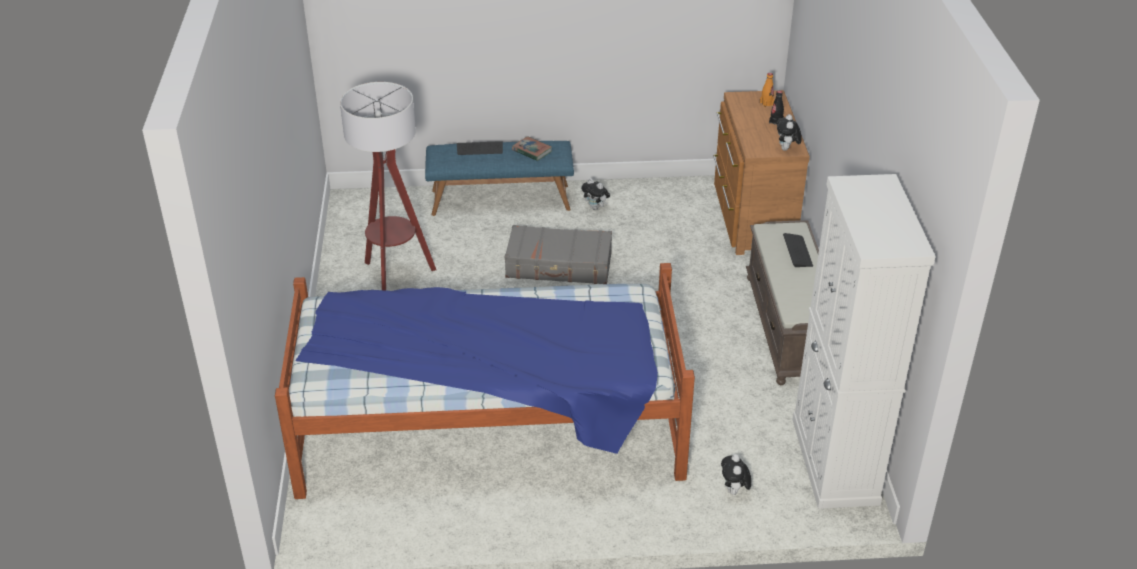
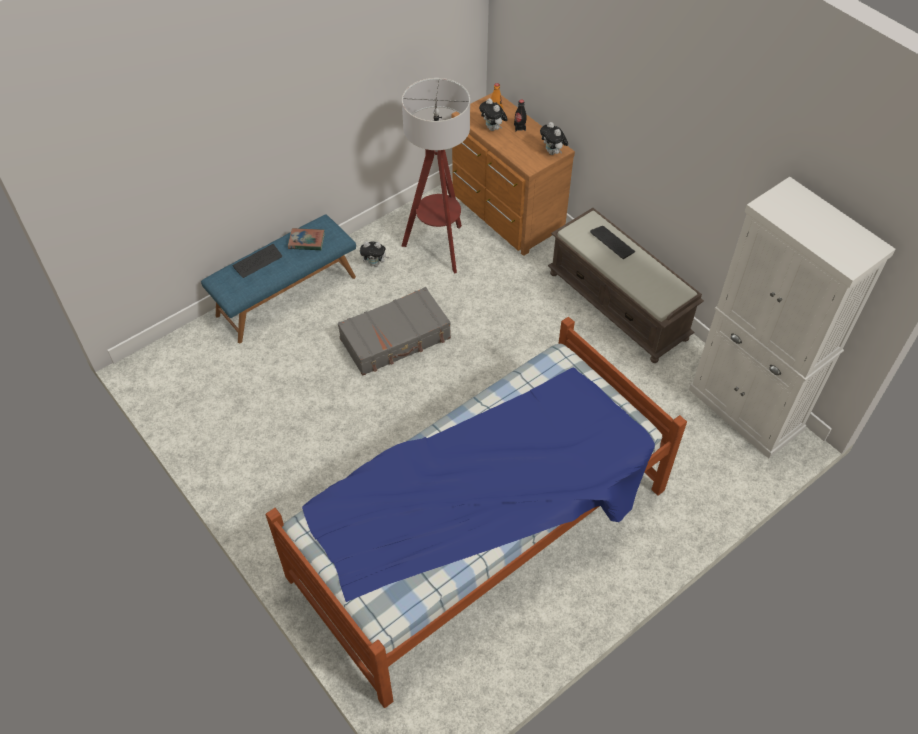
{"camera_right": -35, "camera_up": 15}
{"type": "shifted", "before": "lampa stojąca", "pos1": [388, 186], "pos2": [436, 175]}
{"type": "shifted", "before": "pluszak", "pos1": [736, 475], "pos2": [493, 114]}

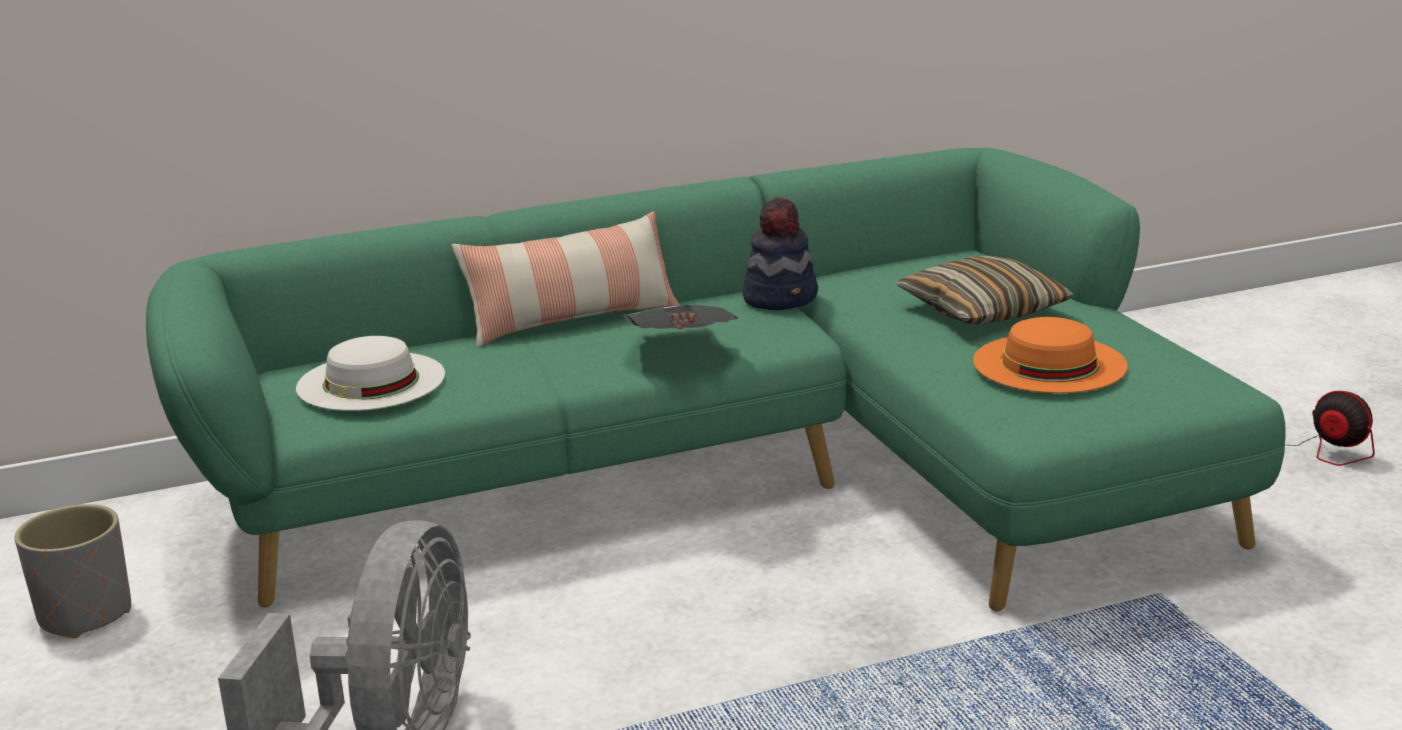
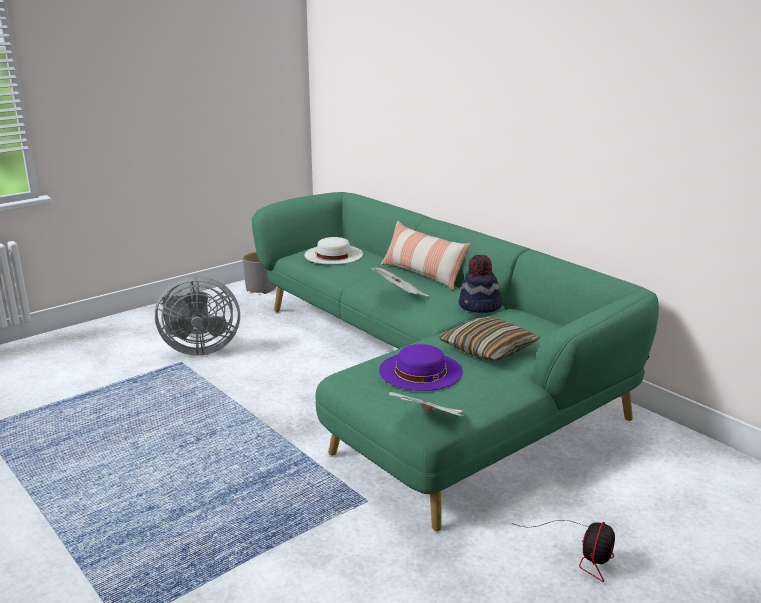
{"camera_right": 70, "camera_up": 0}
{"type": "new", "after": "gazeta", "pos2": [426, 404]}
{"type": "repainted", "before": "kapelusz (pomarańczowy)", "after": "kapelusz (fioletowy)", "pos1": [1050, 355], "pos2": [421, 367]}

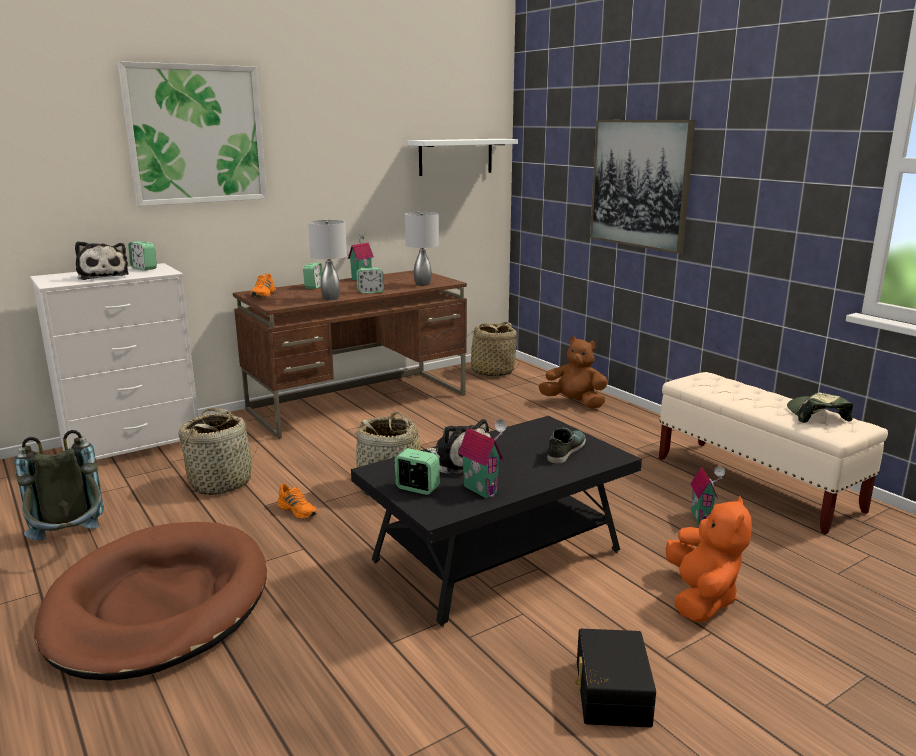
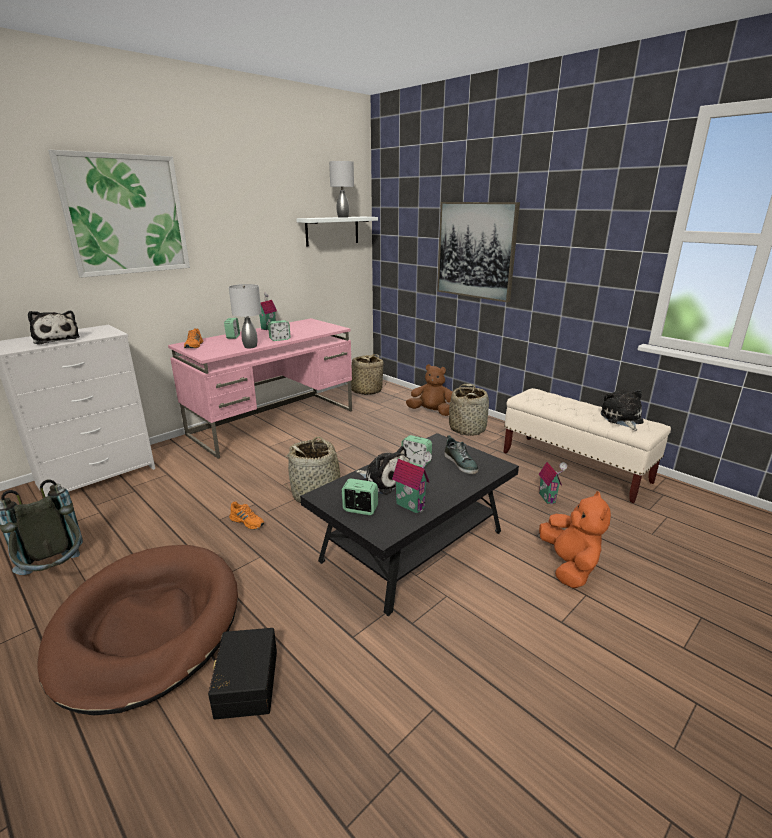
{"camera_right": -10, "camera_up": 5}
{"type": "shifted", "before": "budzik", "pos1": [142, 256], "pos2": [416, 451]}
{"type": "shifted", "before": "koszyk", "pos1": [218, 451], "pos2": [469, 410]}
{"type": "shifted", "before": "lampa stołowa (szary)", "pos1": [422, 249], "pos2": [341, 189]}
{"type": "shifted", "before": "pojemnik do przechowywania (czarny)", "pos1": [615, 678], "pos2": [242, 673]}
{"type": "swapped", "before": "czapka z daszkiem", "after": "pluszak", "pos1": [820, 408], "pos2": [622, 410]}
{"type": "repainted", "before": "biurko (brązowy)", "after": "biurko (różowy)", "pos1": [350, 354], "pos2": [260, 388]}
{"type": "rotated", "before": "but", "pos1": [566, 446], "pos2": [461, 454], "turn": 135}

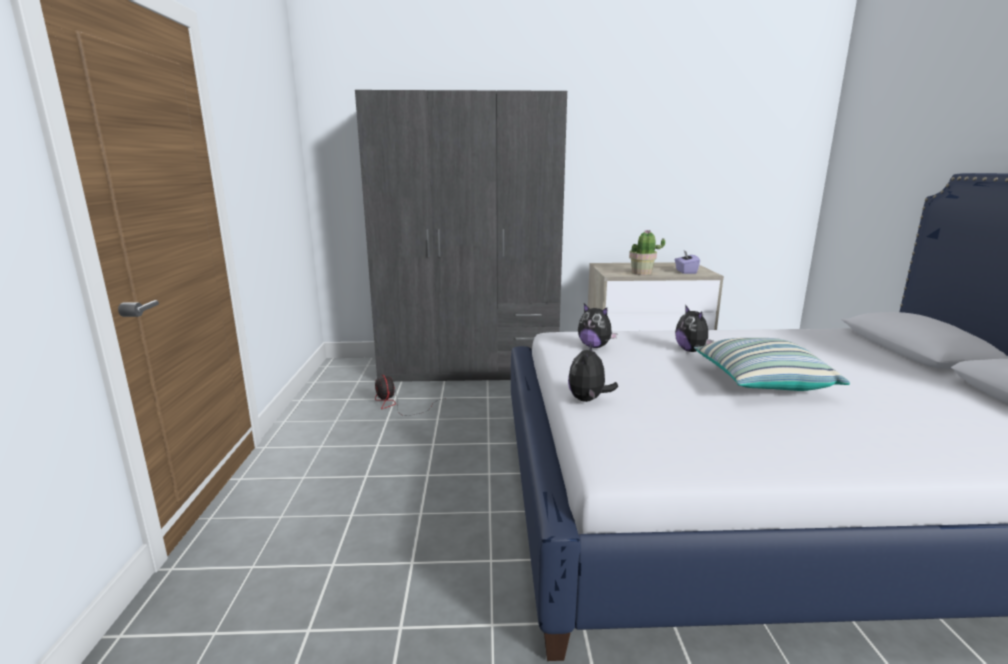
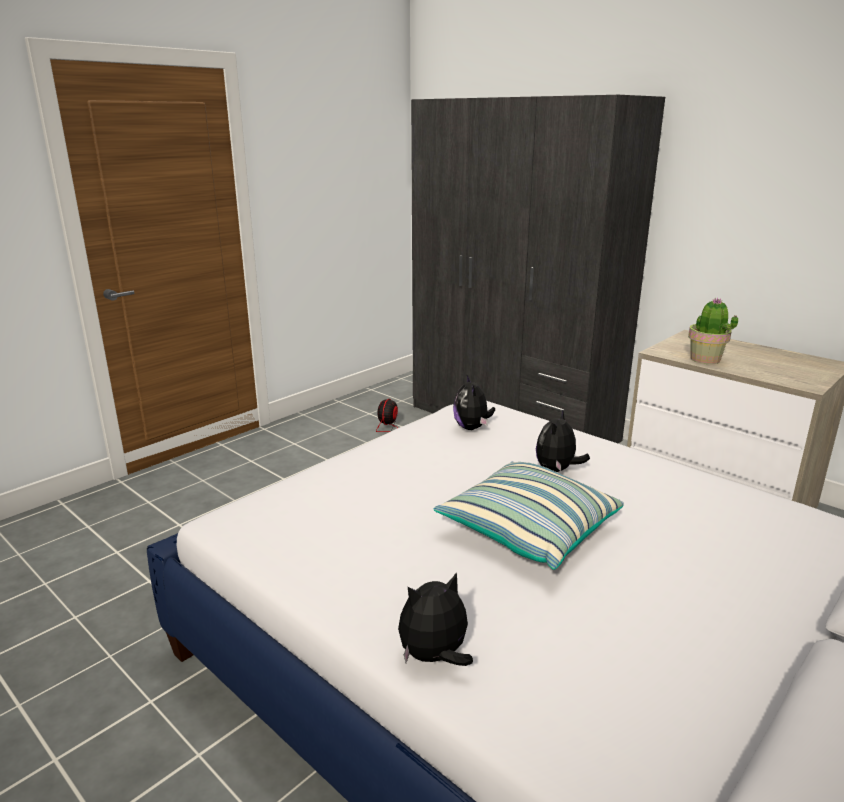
{"camera_right": 45, "camera_up": 5}
{"type": "gone", "before": "pudełko chusteczek (fioletowy)", "pos1": [687, 262]}
{"type": "shifted", "before": "pluszak", "pos1": [593, 372], "pos2": [435, 619]}

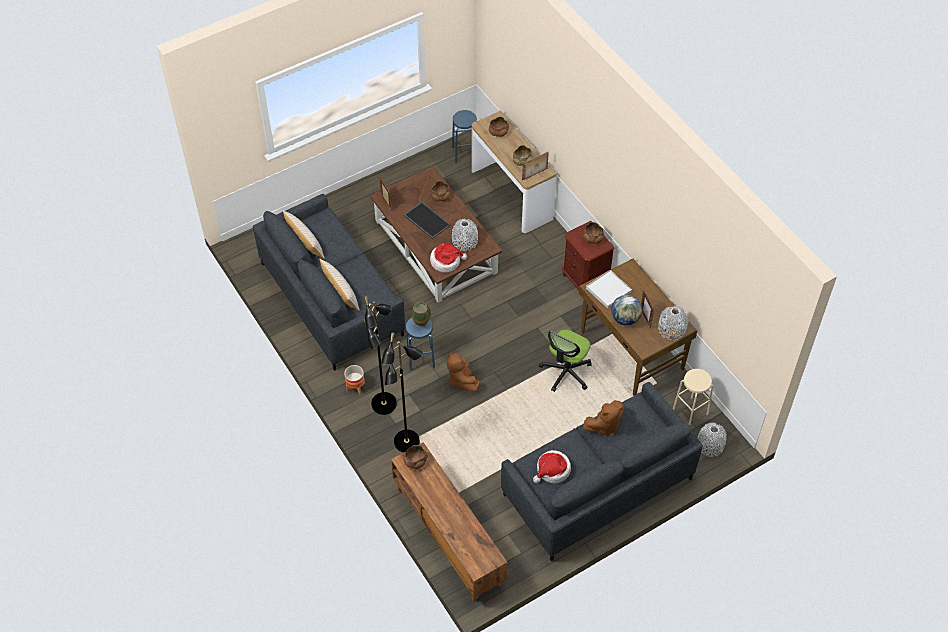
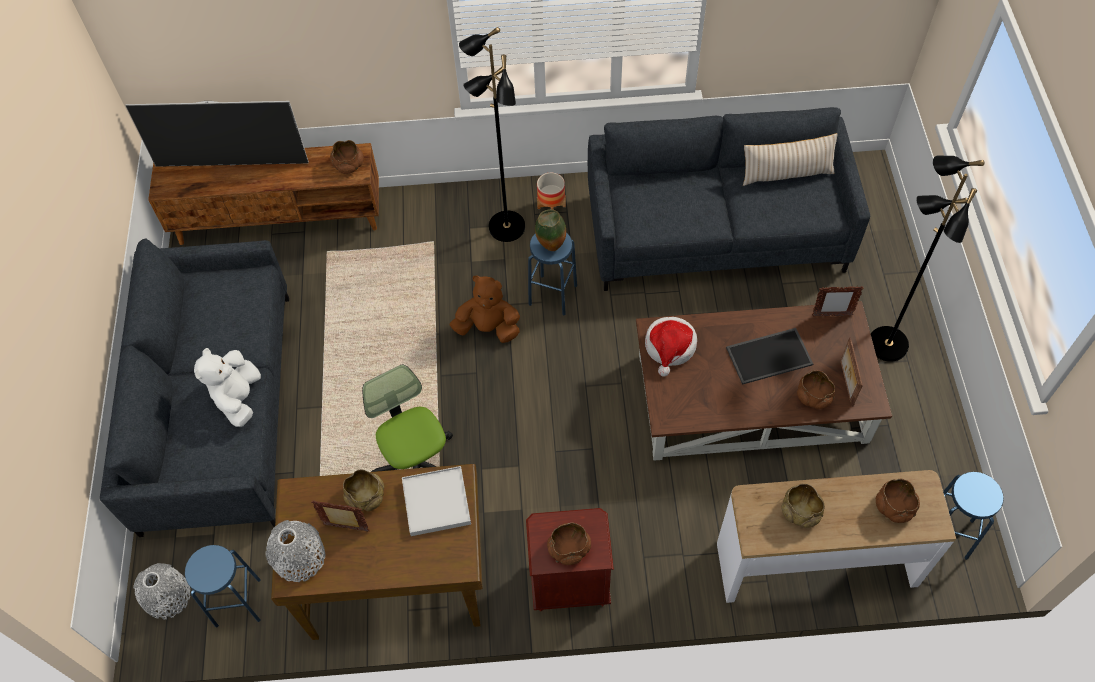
{"camera_right": 120, "camera_up": 5}
{"type": "gone", "before": "poduszka (beżowy)", "pos1": [339, 285]}
{"type": "gone", "before": "wazon (szary)", "pos1": [465, 234]}
{"type": "gone", "before": "kapelusz", "pos1": [552, 466]}
{"type": "new", "after": "telewizor", "pos2": [217, 134]}
{"type": "shifted", "before": "lampa stojąca (czarny)", "pos1": [402, 393], "pos2": [927, 259]}
{"type": "shifted", "before": "ramka na zdjęcie", "pos1": [535, 166], "pos2": [851, 372]}
{"type": "swapped", "before": "globus", "after": "miska (beżowy)", "pos1": [626, 310], "pos2": [363, 490]}
{"type": "repainted", "before": "pluszak (brązowy)", "after": "pluszak (biały)", "pos1": [603, 418], "pos2": [227, 387]}
{"type": "repainted", "before": "stołek (beżowy)", "after": "stołek (niebieski)", "pos1": [693, 397], "pos2": [223, 586]}

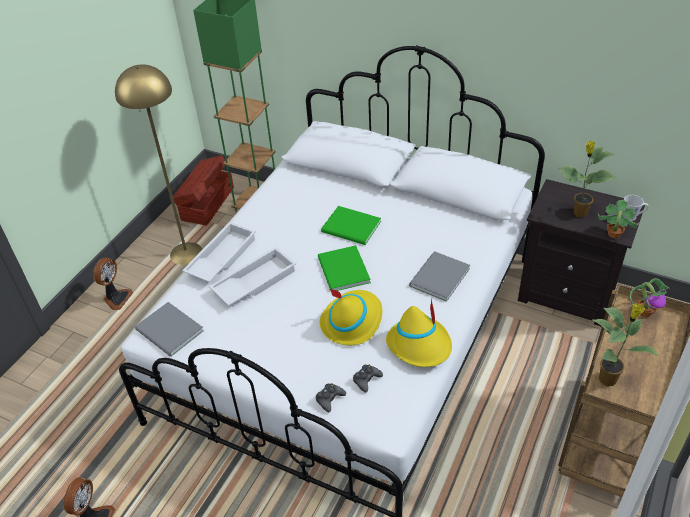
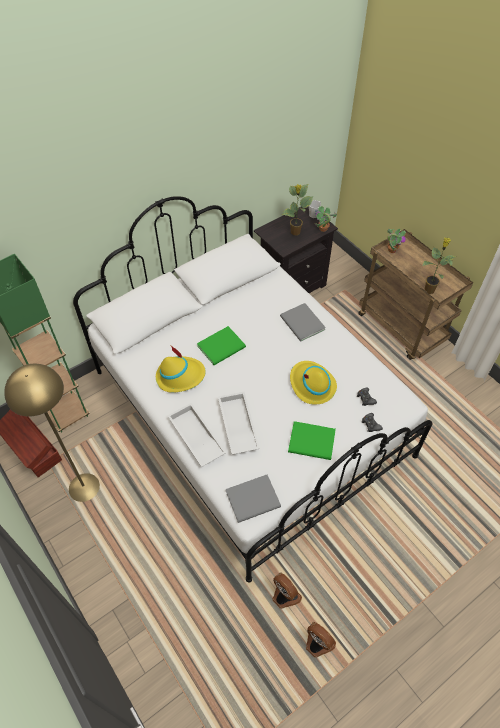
{"camera_right": -65, "camera_up": 10}
{"type": "shifted", "before": "wentylator", "pos1": [113, 284], "pos2": [287, 590]}
{"type": "shifted", "before": "książka (zielony)", "pos1": [344, 268], "pos2": [312, 440]}
{"type": "shifted", "before": "kapelusz (żółty)", "pos1": [419, 333], "pos2": [181, 369]}

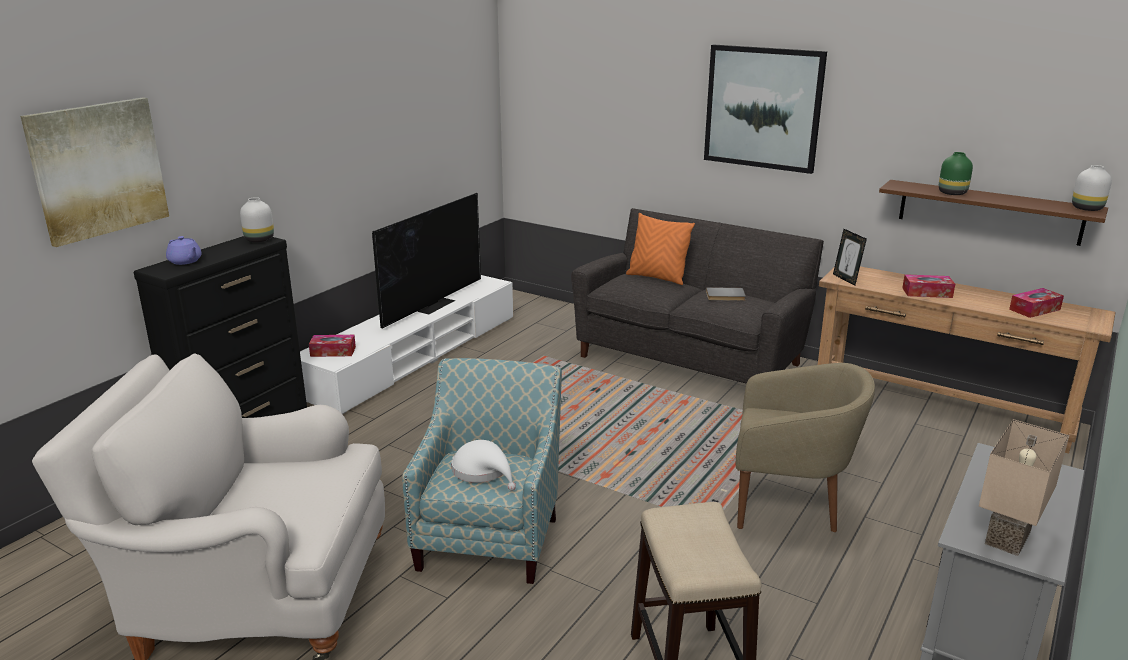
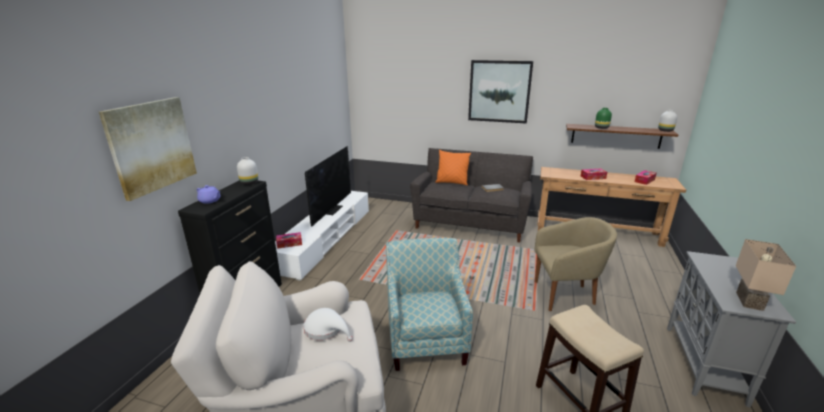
{"camera_right": -15, "camera_up": 0}
{"type": "gone", "before": "ramka na zdjęcie", "pos1": [850, 257]}
{"type": "shifted", "before": "kapelusz (biały)", "pos1": [484, 465], "pos2": [328, 325]}

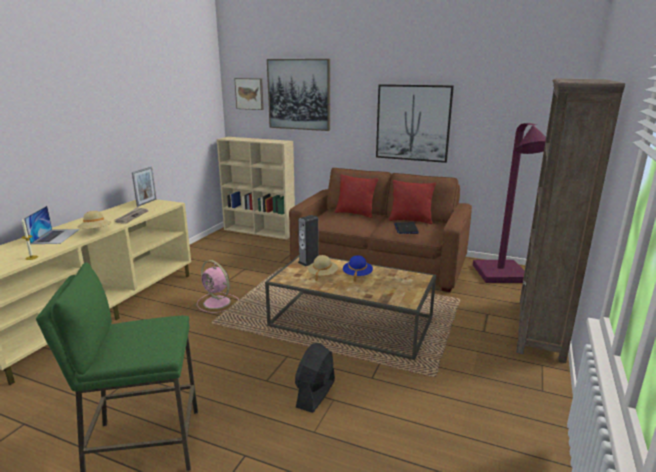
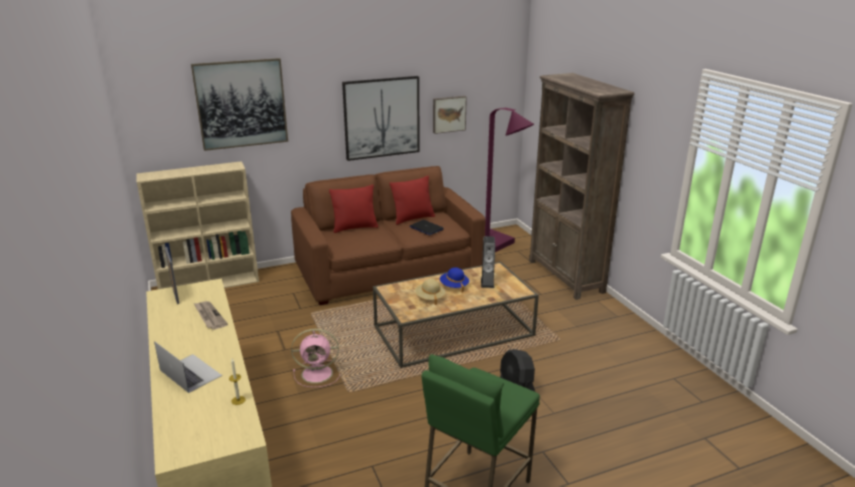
{"camera_right": -45, "camera_up": 5}
{"type": "gone", "before": "kapelusz (beżowy)", "pos1": [94, 220]}
{"type": "shifted", "before": "obraz", "pos1": [249, 94], "pos2": [450, 115]}
{"type": "shifted", "before": "głośnik", "pos1": [308, 240], "pos2": [488, 262]}

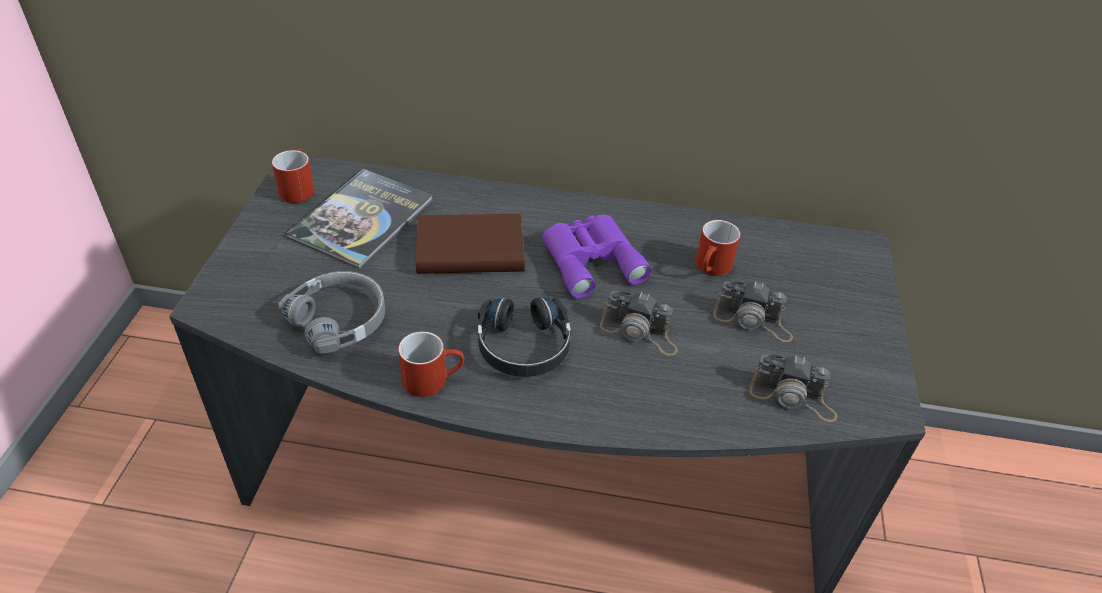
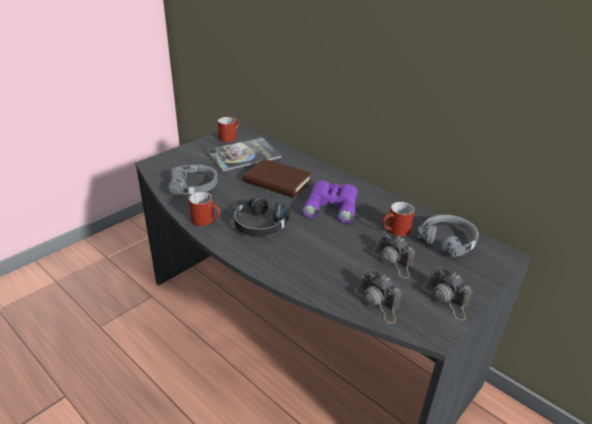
{"camera_right": 35, "camera_up": -10}
{"type": "new", "after": "słuchawki (szary)", "pos2": [448, 235]}
{"type": "shifted", "before": "aparat fotograficzny", "pos1": [639, 323], "pos2": [448, 294]}

